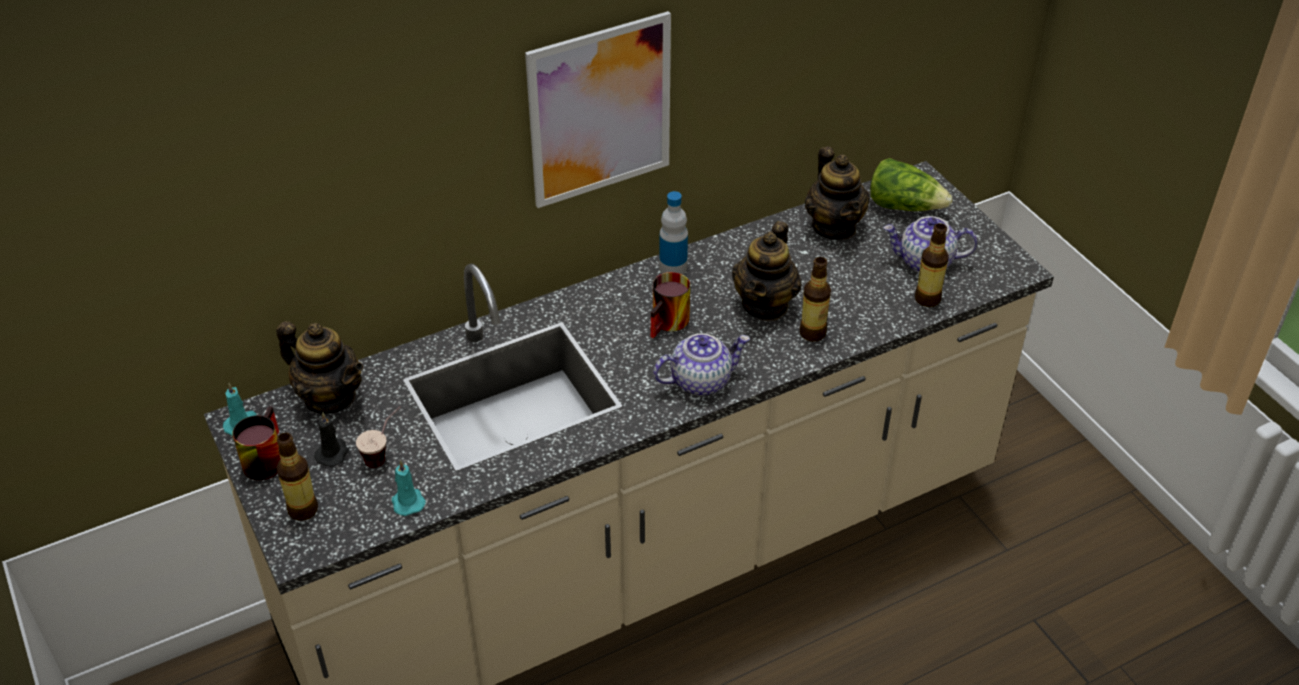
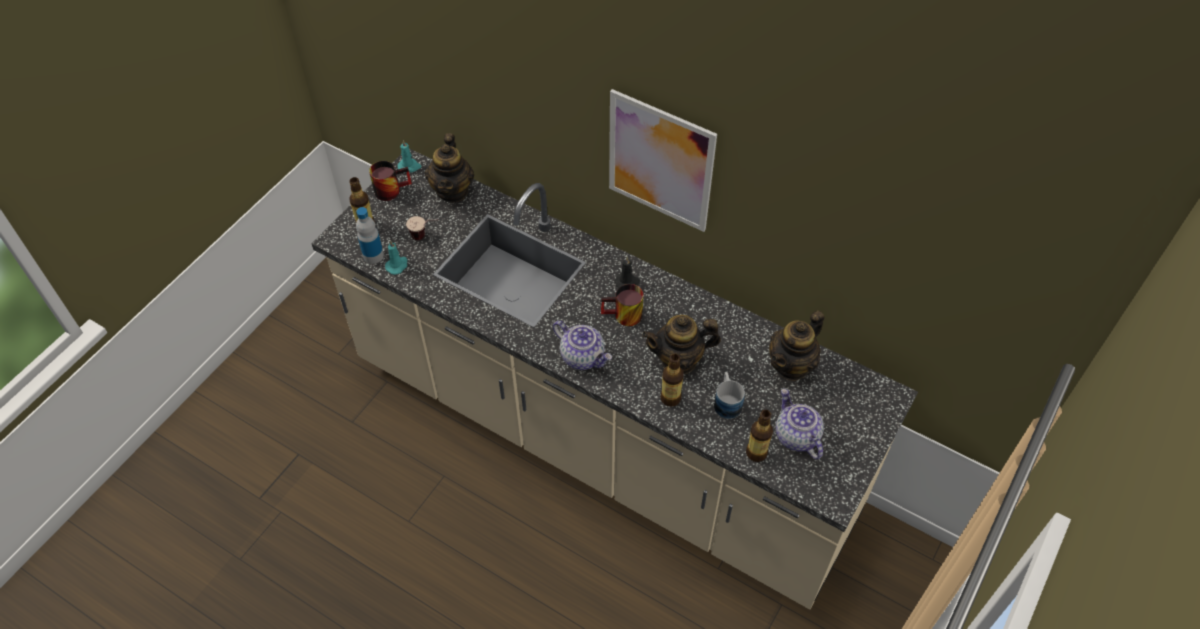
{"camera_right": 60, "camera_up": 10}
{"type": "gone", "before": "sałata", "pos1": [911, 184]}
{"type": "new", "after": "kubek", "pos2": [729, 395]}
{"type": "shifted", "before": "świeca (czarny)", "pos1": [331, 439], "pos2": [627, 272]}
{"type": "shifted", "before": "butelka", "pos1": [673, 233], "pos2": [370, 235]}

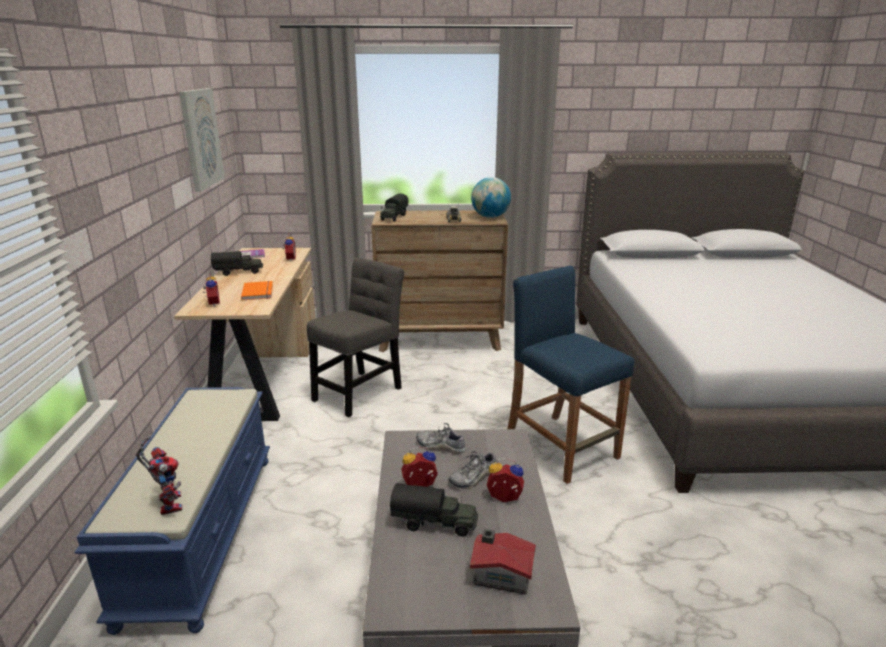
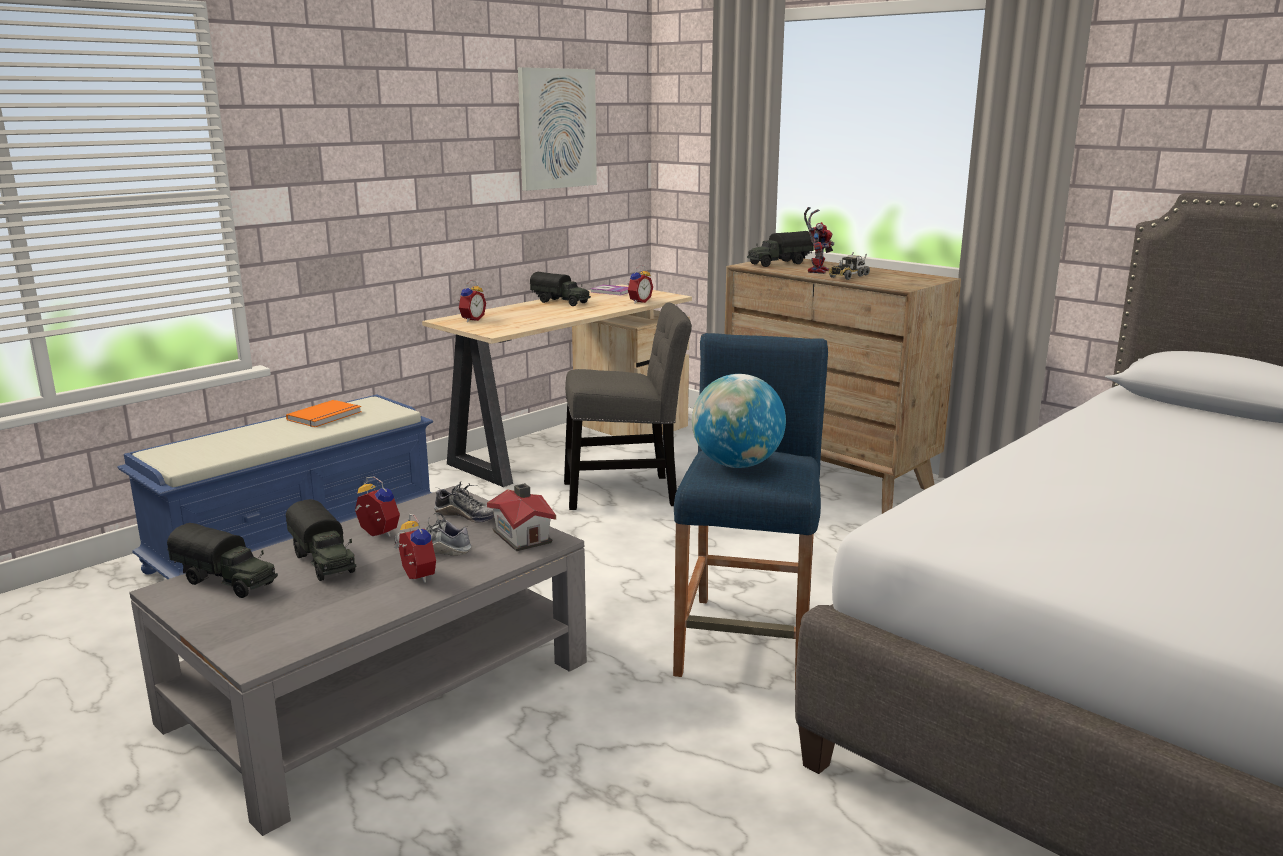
{"camera_right": 45, "camera_up": -5}
{"type": "new", "after": "ciężarówka zabawkowa", "pos2": [222, 560]}
{"type": "shifted", "before": "robot zabawkowy", "pos1": [159, 475], "pos2": [819, 240]}
{"type": "shifted", "before": "książka (pomarańczowy)", "pos1": [257, 290], "pos2": [324, 413]}
{"type": "shifted", "before": "domek", "pos1": [503, 562], "pos2": [521, 517]}
{"type": "shifted", "before": "globus", "pos1": [491, 197], "pos2": [739, 421]}
{"type": "rotated", "before": "but", "pos1": [441, 438], "pos2": [464, 502], "turn": 135}

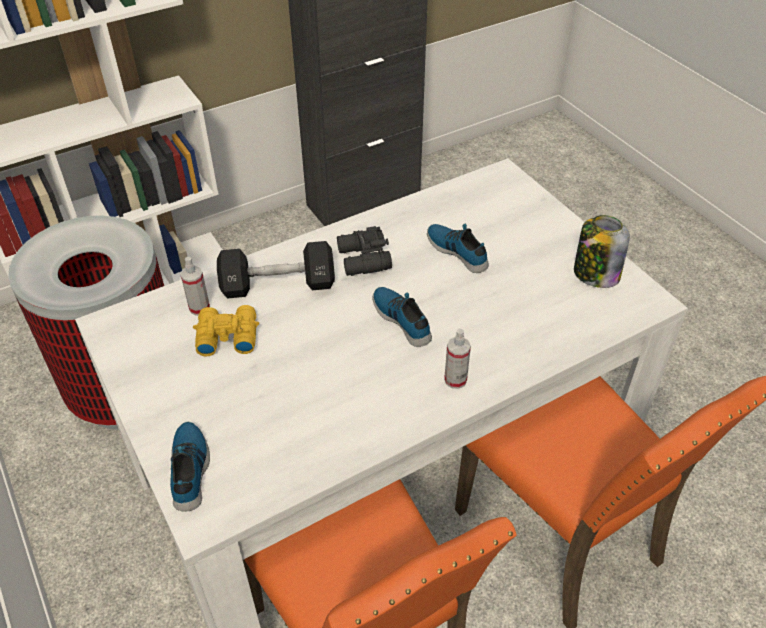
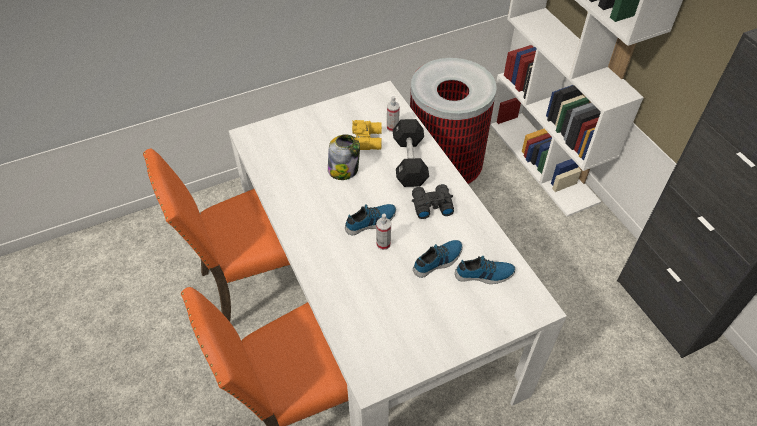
{"camera_right": 95, "camera_up": 5}
{"type": "shifted", "before": "but", "pos1": [190, 467], "pos2": [485, 270]}
{"type": "shifted", "before": "spryskiwacz", "pos1": [457, 359], "pos2": [383, 232]}
{"type": "shifted", "before": "słoik", "pos1": [602, 251], "pos2": [344, 157]}

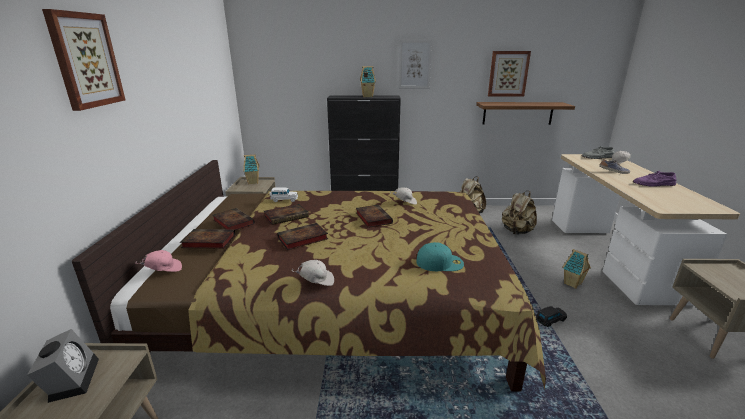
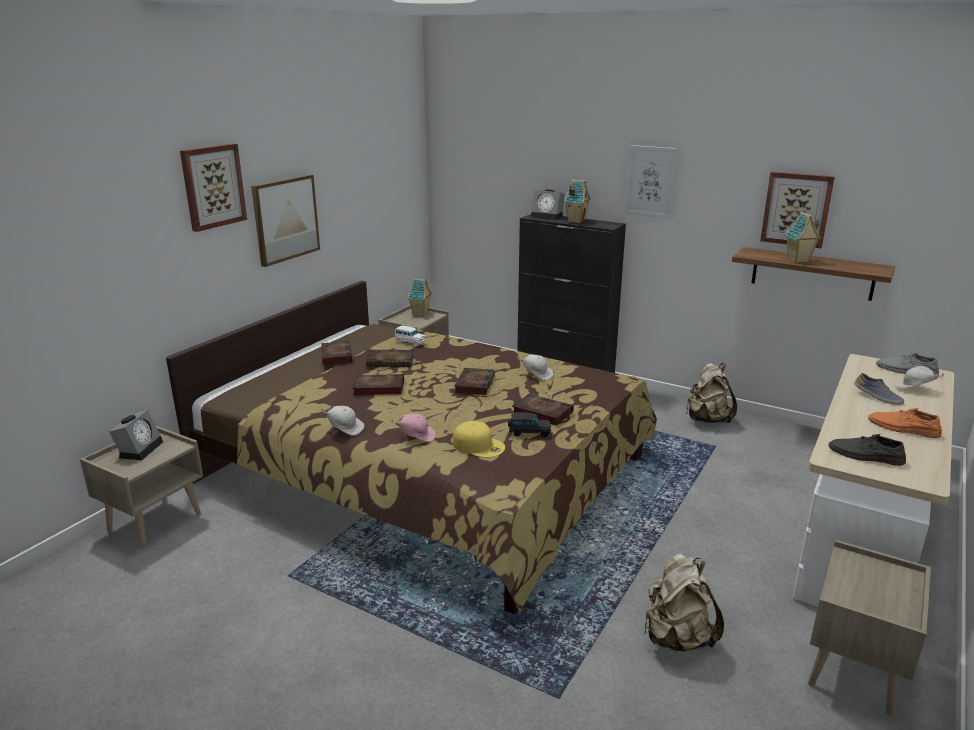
{"camera_right": 30, "camera_up": 0}
{"type": "new", "after": "obraz", "pos2": [285, 220]}
{"type": "new", "after": "budzik", "pos2": [548, 204]}
{"type": "new", "after": "but (szary)", "pos2": [867, 450]}
{"type": "shifted", "before": "czapka z daszkiem (różowy)", "pos1": [158, 261], "pos2": [413, 428]}
{"type": "shifted", "before": "książka", "pos1": [207, 239], "pos2": [543, 409]}
{"type": "shifted", "before": "plecak (beżowy)", "pos1": [519, 213], "pos2": [684, 602]}
{"type": "shifted", "before": "samochodzik (czarny)", "pos1": [551, 316], "pos2": [529, 424]}
{"type": "shifted", "before": "domek", "pos1": [577, 269], "pos2": [802, 237]}
{"type": "repainted", "before": "czapka z daszkiem (turkusowy)", "after": "czapka z daszkiem (żółty)", "pos1": [440, 256], "pos2": [478, 439]}
{"type": "repainted", "before": "but (fioletowy)", "after": "but (pomarańczowy)", "pos1": [654, 179], "pos2": [905, 423]}

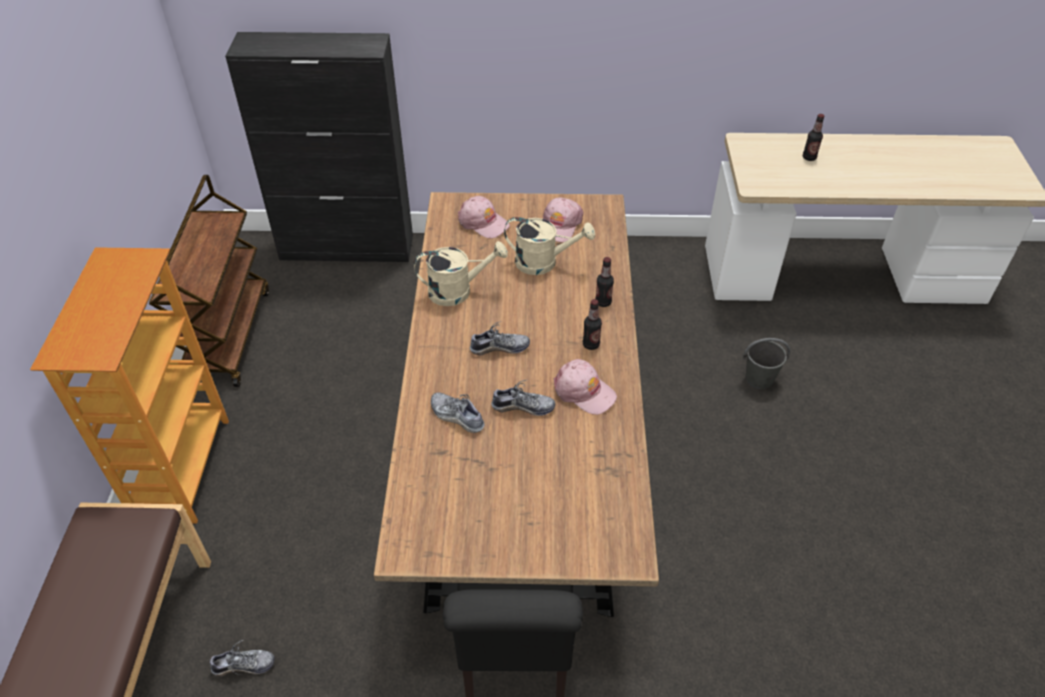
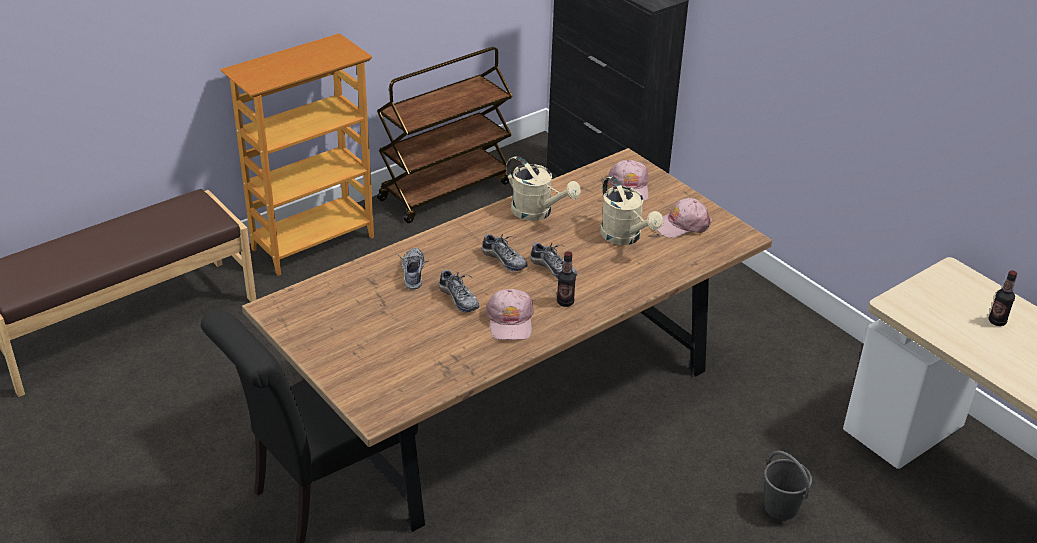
{"camera_right": 50, "camera_up": -10}
{"type": "gone", "before": "butelka", "pos1": [604, 282]}
{"type": "shifted", "before": "but", "pos1": [242, 658], "pos2": [553, 260]}

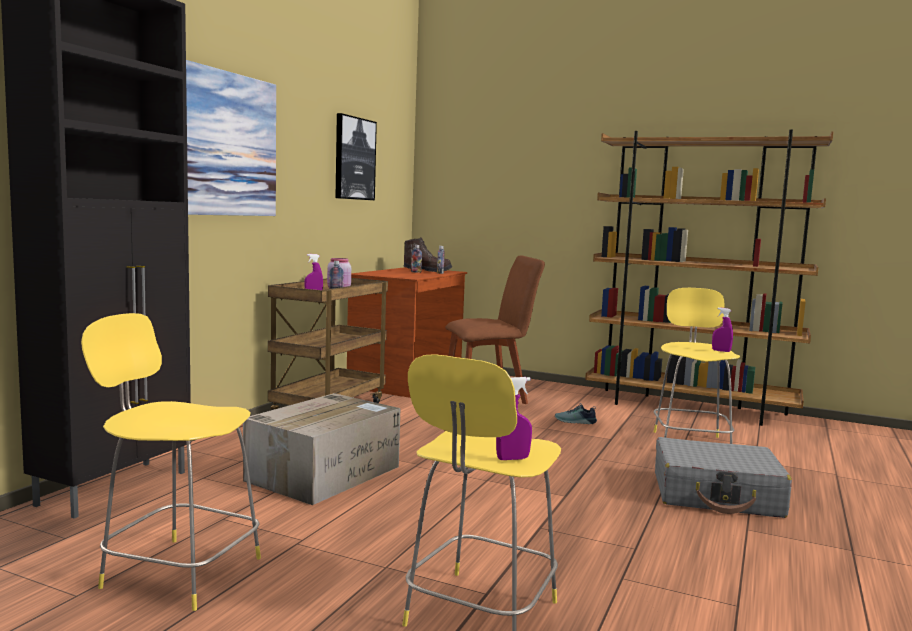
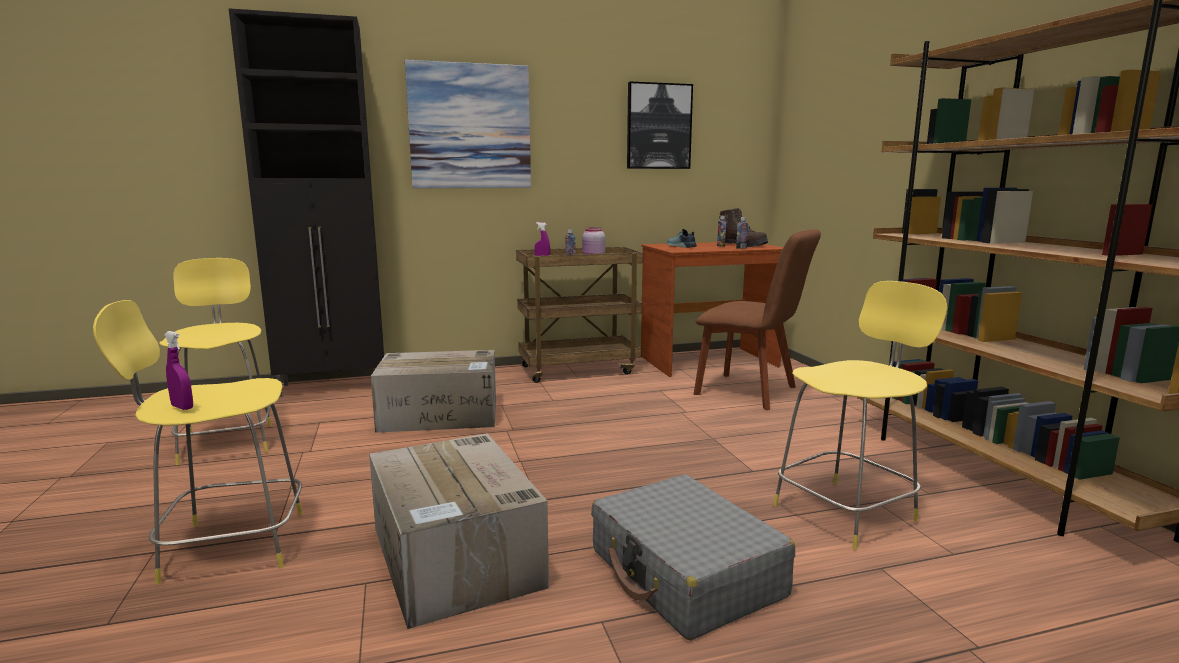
{"camera_right": 50, "camera_up": 5}
{"type": "gone", "before": "spryskiwacz (fioletowy)", "pos1": [722, 330]}
{"type": "new", "after": "karton", "pos2": [459, 531]}
{"type": "shifted", "before": "but", "pos1": [576, 413], "pos2": [681, 238]}

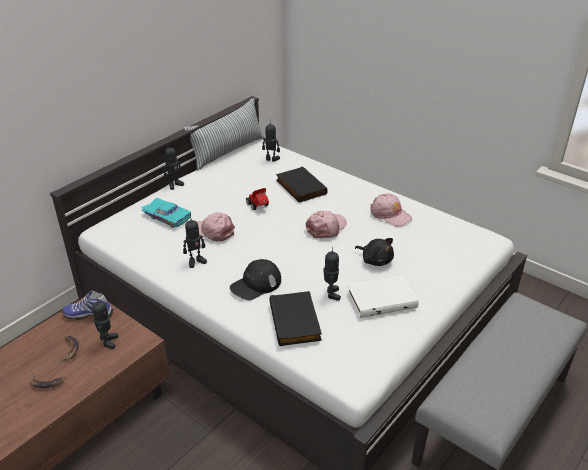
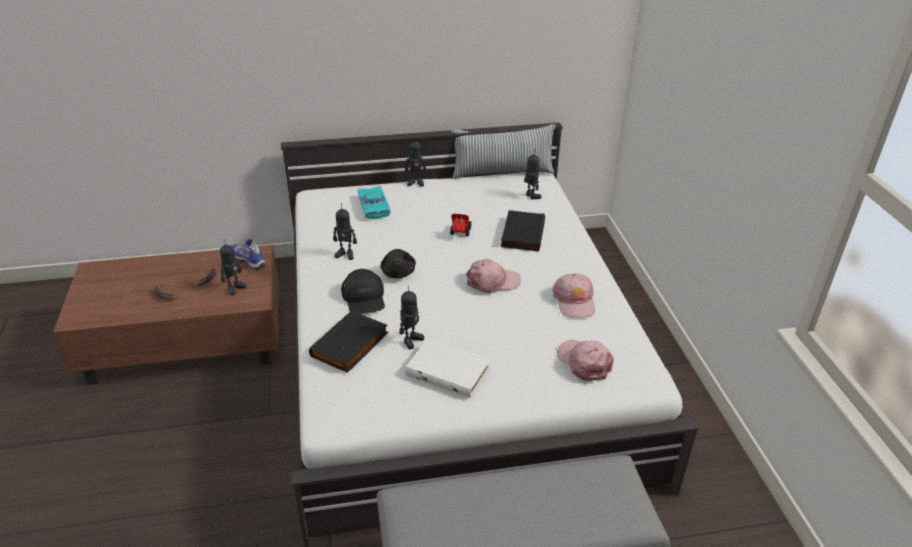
{"camera_right": 40, "camera_up": 0}
{"type": "shifted", "before": "czapka z daszkiem (różowy)", "pos1": [216, 227], "pos2": [585, 360]}
{"type": "shifted", "before": "pluszak (czarny)", "pos1": [374, 252], "pos2": [398, 263]}
{"type": "rotated", "before": "czapka z daszkiem (czarny)", "pos1": [255, 279], "pos2": [363, 291], "turn": -105}

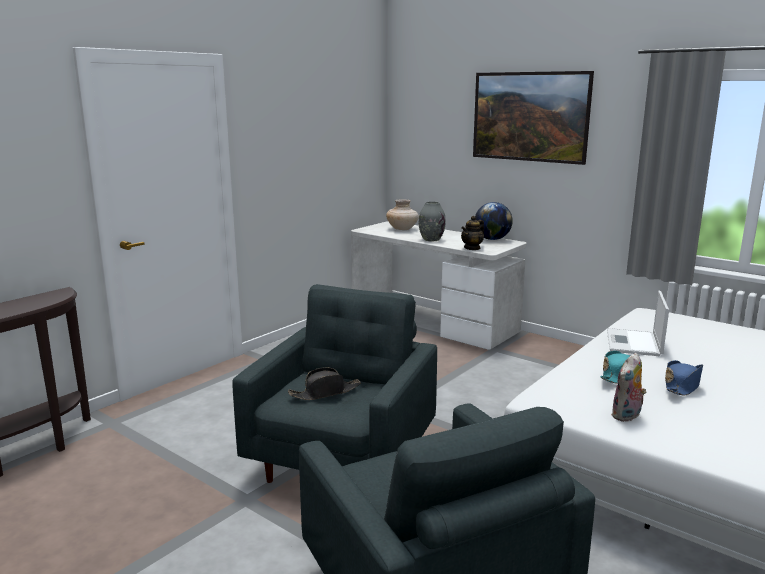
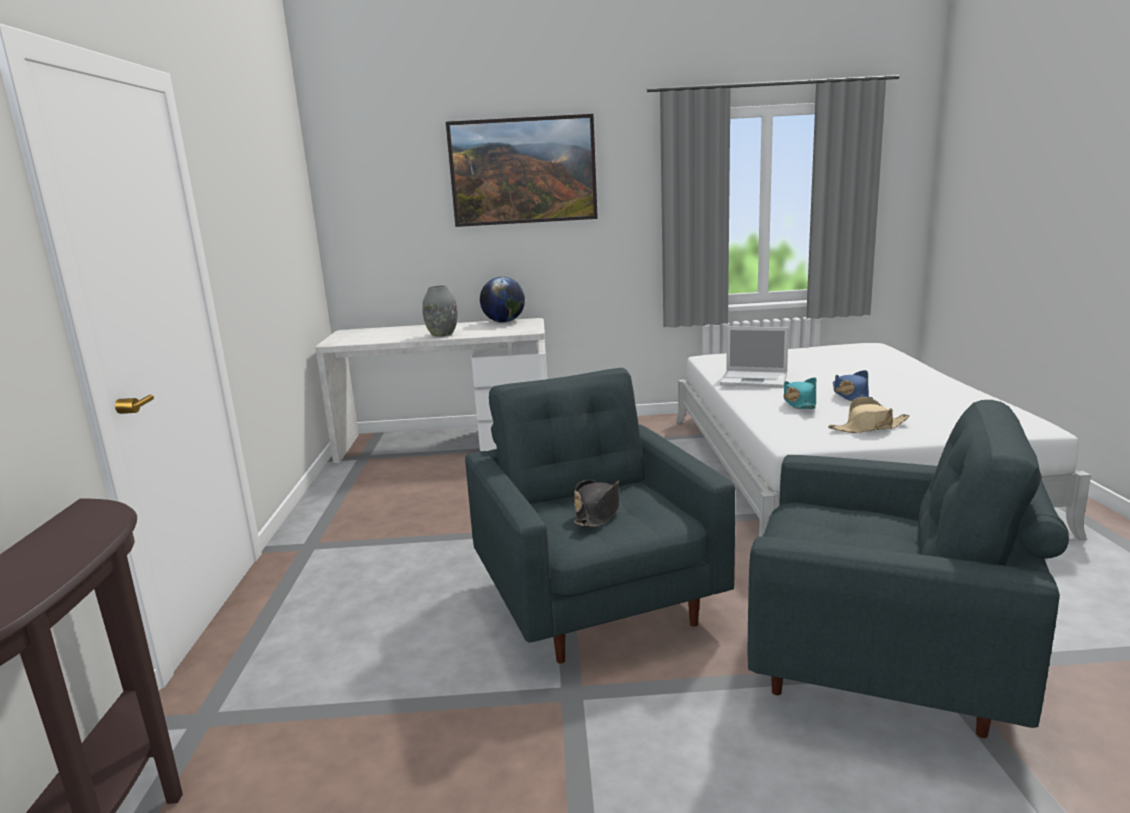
{"camera_right": -40, "camera_up": 0}
{"type": "gone", "before": "wazon (beżowy)", "pos1": [402, 214]}
{"type": "gone", "before": "imbryk", "pos1": [472, 233]}
{"type": "swapped", "before": "pluszak", "after": "kapelusz (beżowy)", "pos1": [628, 387], "pos2": [869, 415]}
{"type": "rotated", "before": "laptop", "pos1": [638, 323], "pos2": [754, 357], "turn": -45}

